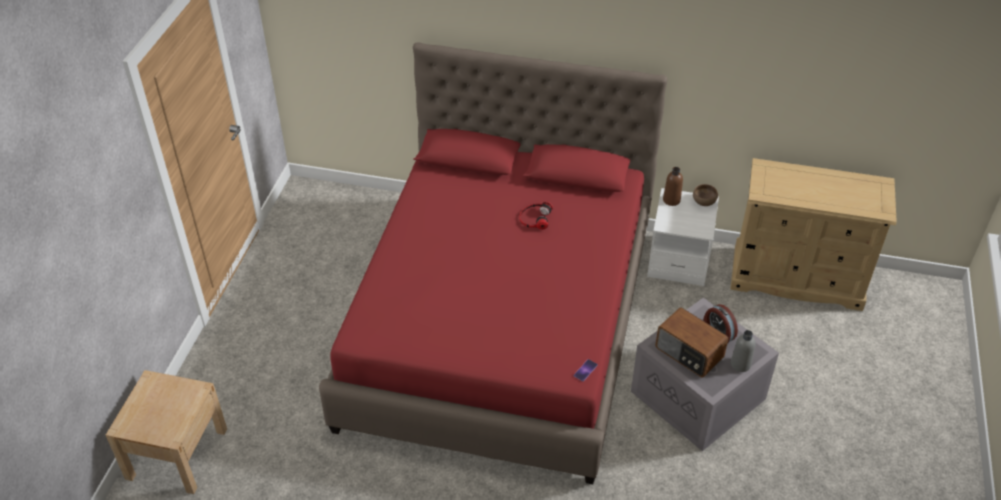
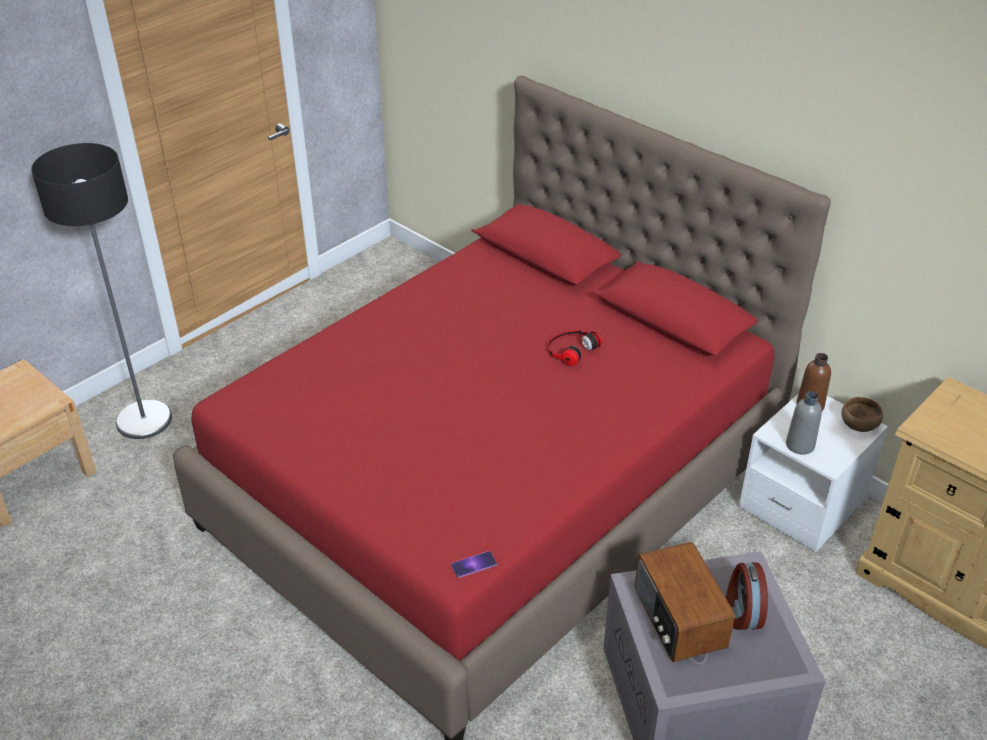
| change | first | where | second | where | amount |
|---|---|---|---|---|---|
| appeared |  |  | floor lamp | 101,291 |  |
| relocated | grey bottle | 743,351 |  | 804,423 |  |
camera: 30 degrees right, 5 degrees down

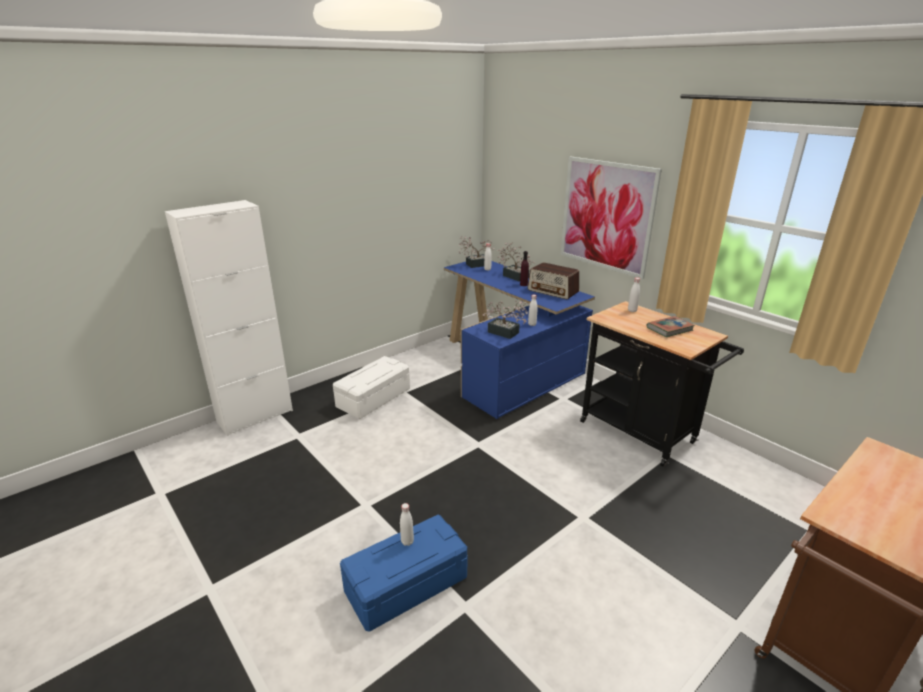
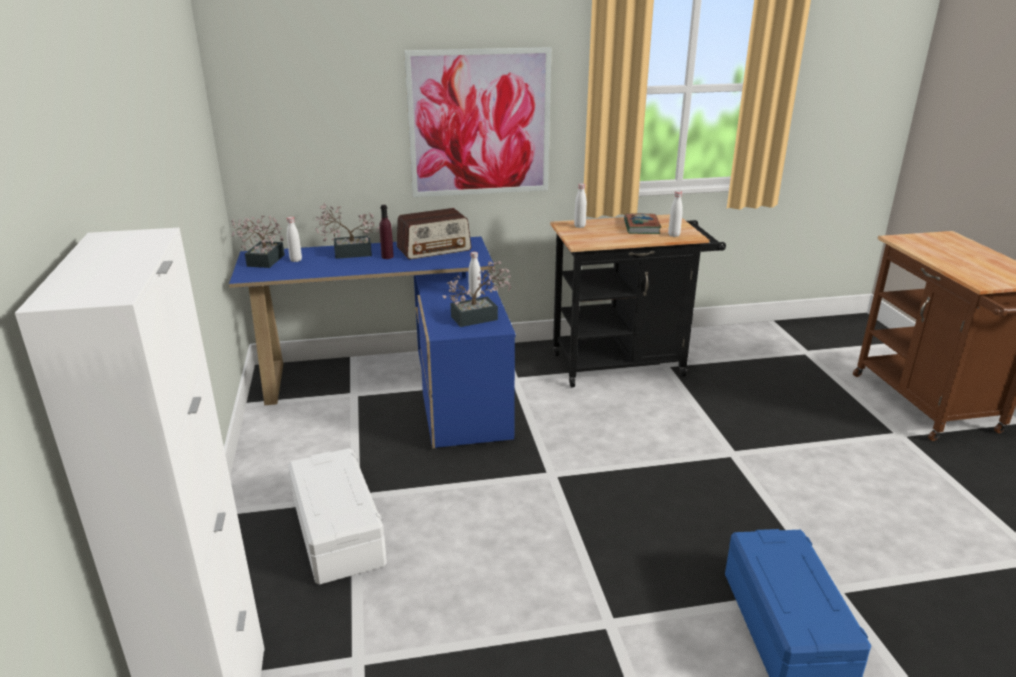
| change | first | where | second | where | amount |
|---|---|---|---|---|---|
| relocated | white bottle | 407,524 |  | 675,214 |  |
camera: 60 degrees left, 0 degrees up

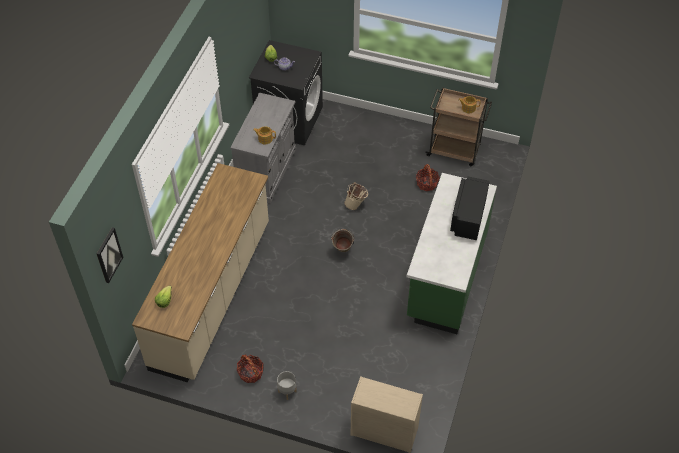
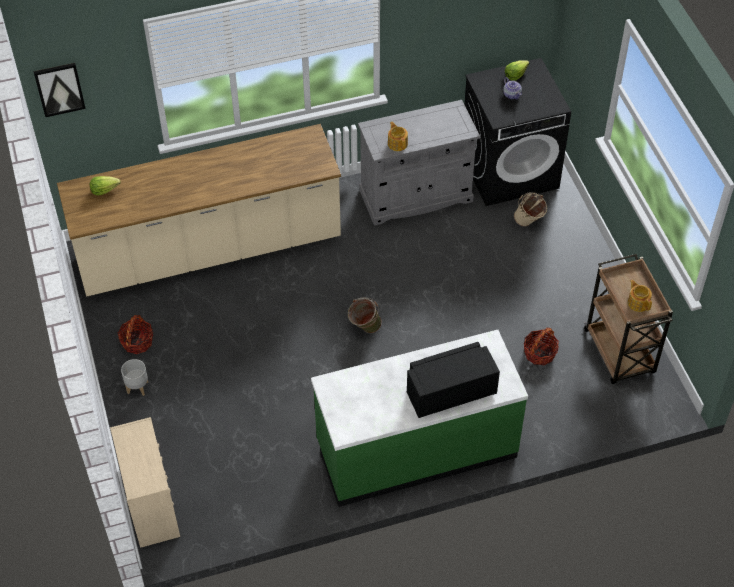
| change | first | where | second | where | amount |
|---|---|---|---|---|---|
| relocated | beige bucket | 356,196 |  | 530,209 |  |
camera: 55 degrees right, 0 degrees up

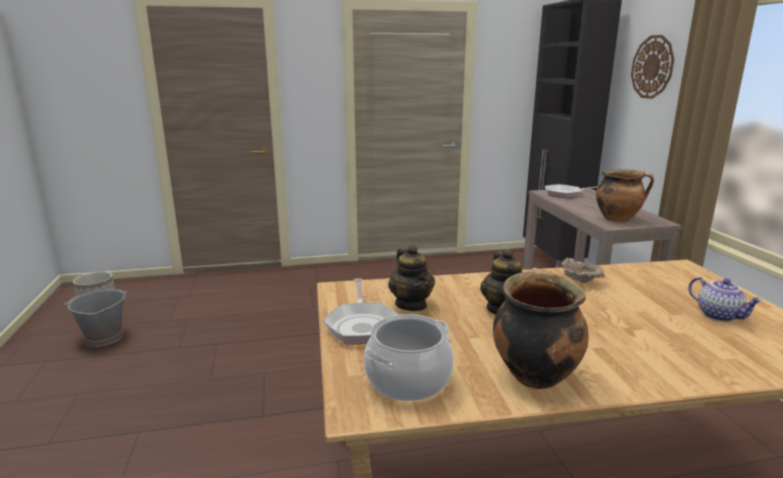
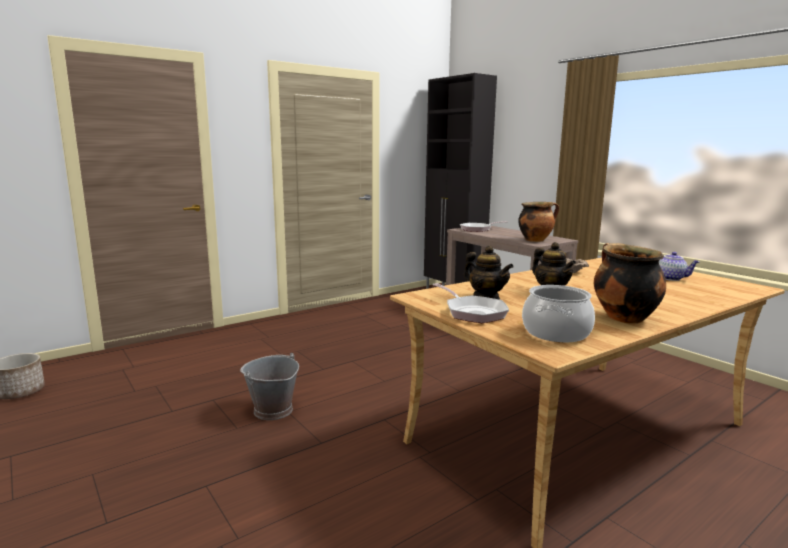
| change | first | where | second | where | amount |
|---|---|---|---|---|---|
| missing | wall clock | 652,67 |  |  |  |
| relocated | grey bucket | 95,318 |  | 269,386 |  |
camera: 25 degrees left, 5 degrees down

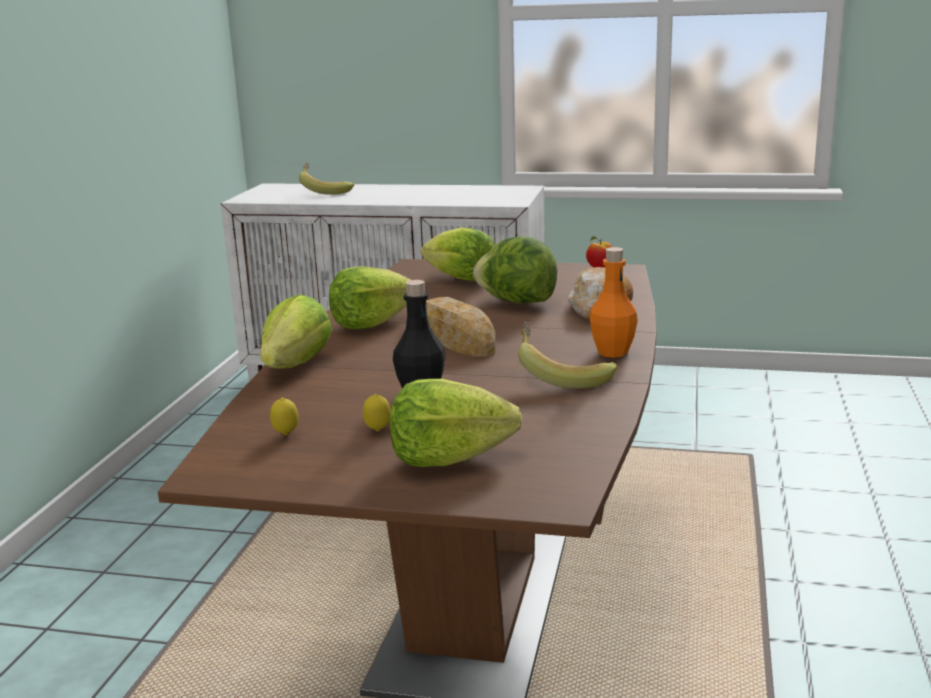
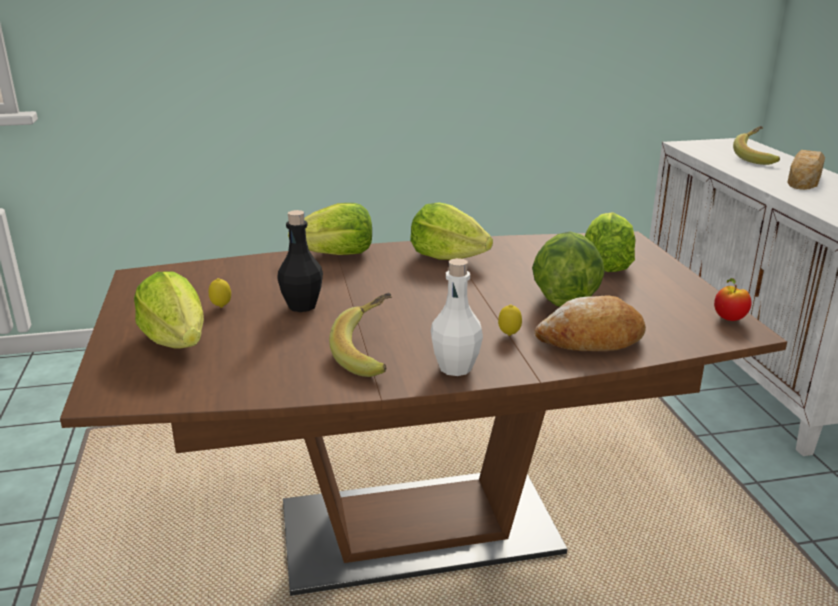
| change | first | where | second | where | amount |
|---|---|---|---|---|---|
| relocated | lemon | 284,416 |  | 510,320 |  |
| relocated | bread | 461,327 |  | 806,170 |  |
| colour | orange bottle | 613,302 | white bottle | 457,317 |  |
camera: 65 degrees right, 5 degrees up

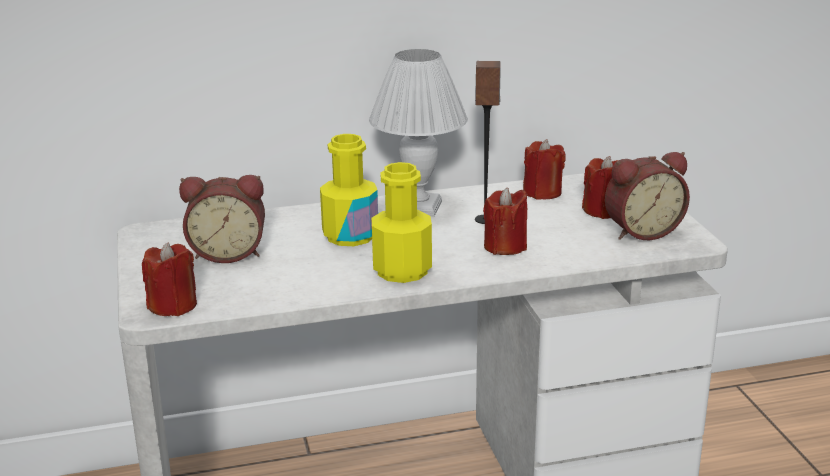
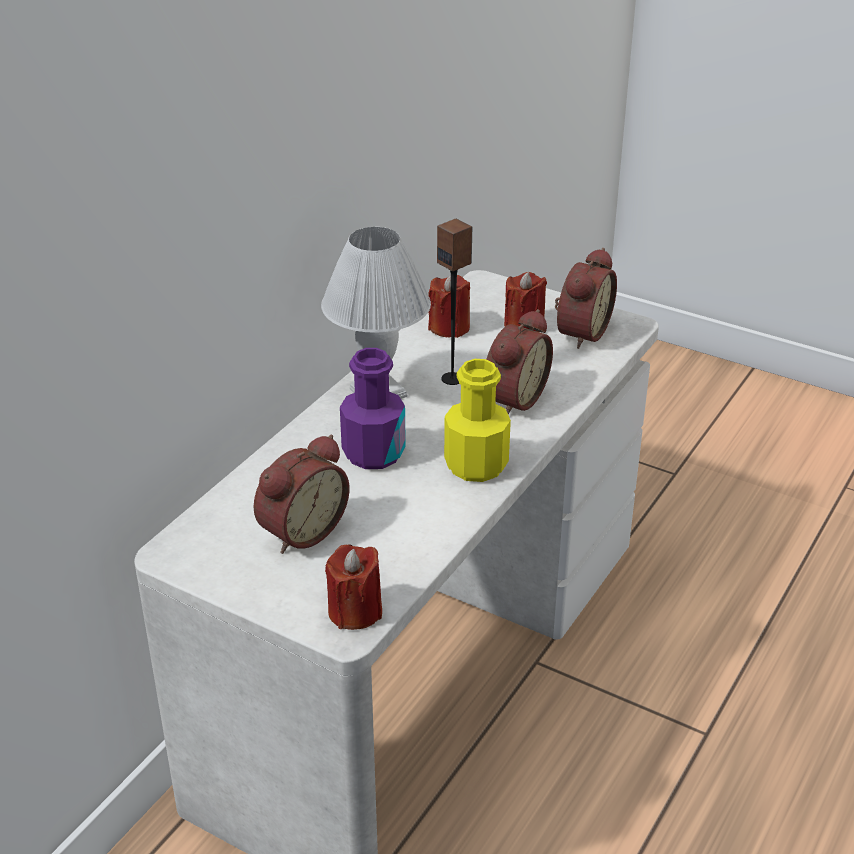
| change | first | where | second | where | amount |
|---|---|---|---|---|---|
| exchanged | red candle | 505,221 | alarm clock | 519,362 |  |
| colour | yellow bottle | 349,190 | purple bottle | 373,408 |  |
camera: 45 degrees left, 10 degrees up

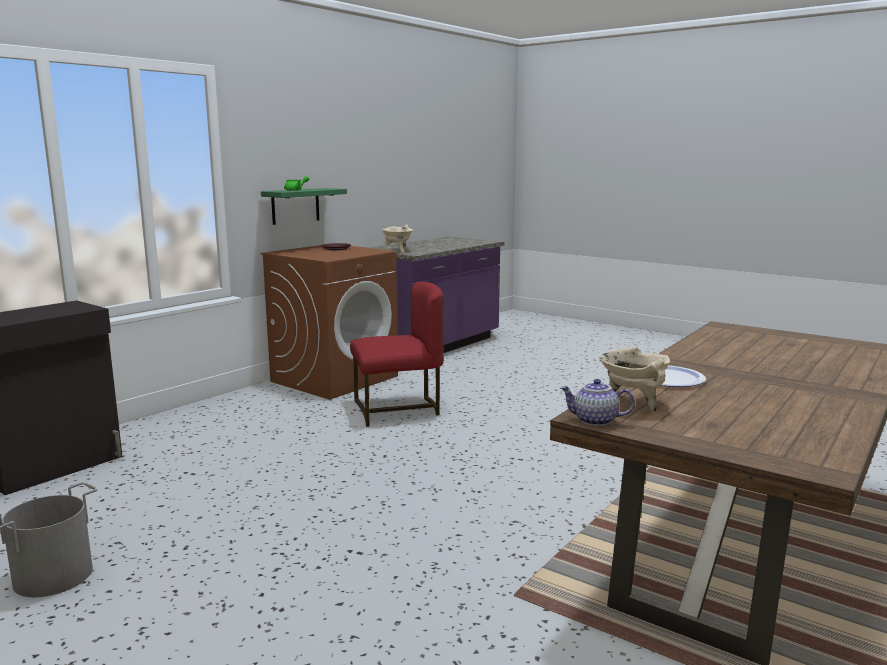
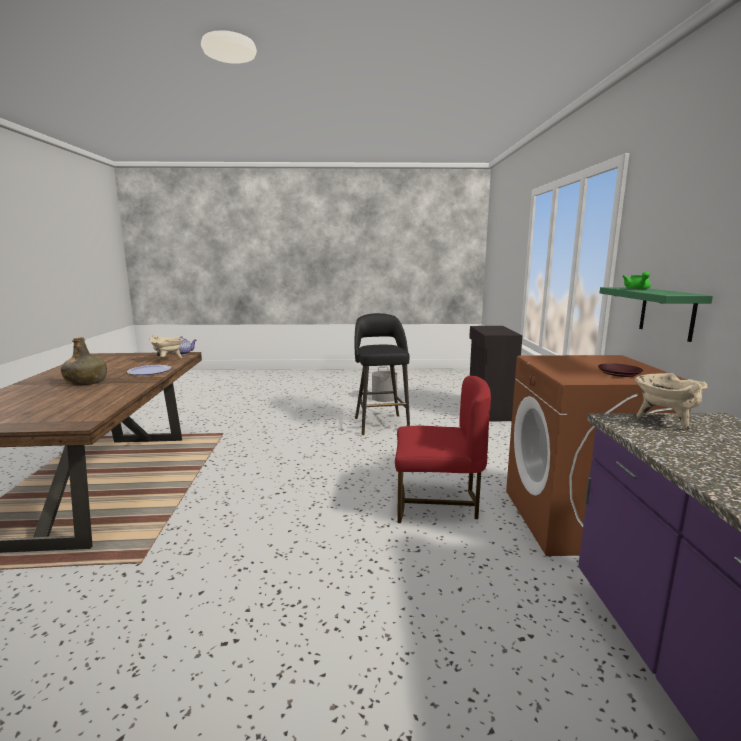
| change | first | where | second | where | amount |
|---|---|---|---|---|---|
| appeared |  |  | green bottle | 84,361 |  |
| appeared |  |  | black stool | 382,374 |  |
| spun | red chair | 397,354 |  | 443,449 | 120 degrees counterclockwise |
camera: 140 degrees right, 0 degrees up

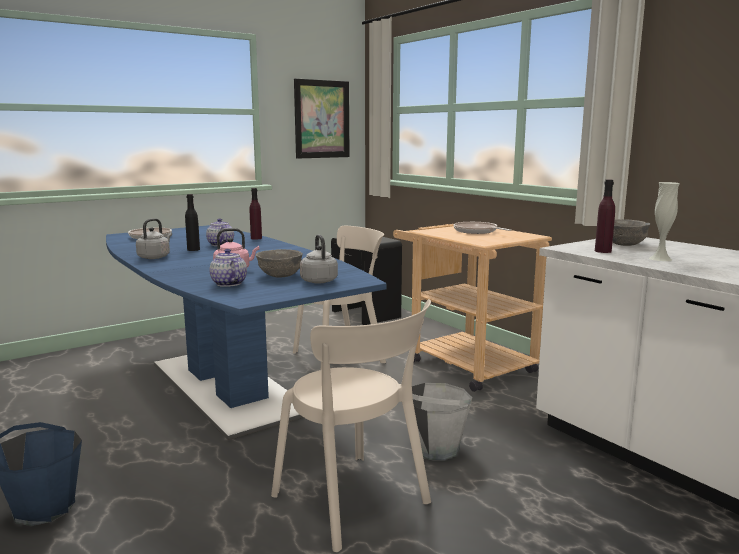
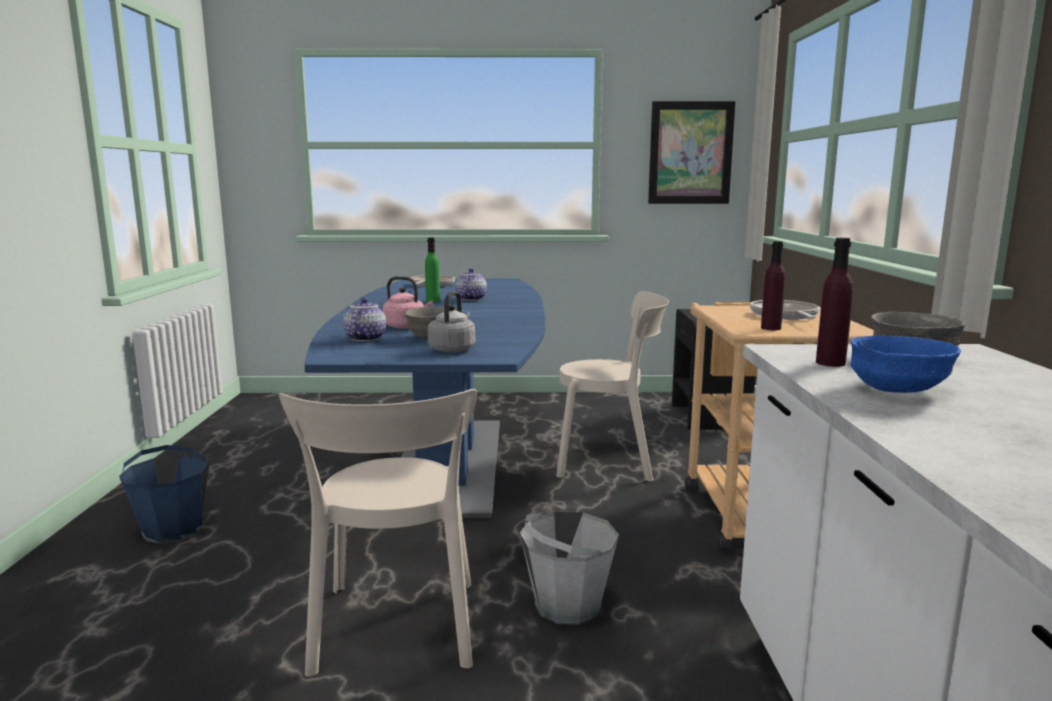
| change | first | where | second | where | amount |
|---|---|---|---|---|---|
| missing | grey kettle | 154,238 |  |  |  |
| relocated | purple bottle | 256,214 |  | 773,285 |  |
| exchanged | white vase | 664,221 | blue bowl | 905,364 |  |
| colour | black bottle | 192,222 | green bottle | 432,270 |  |
camera: 35 degrees right, 0 degrees up

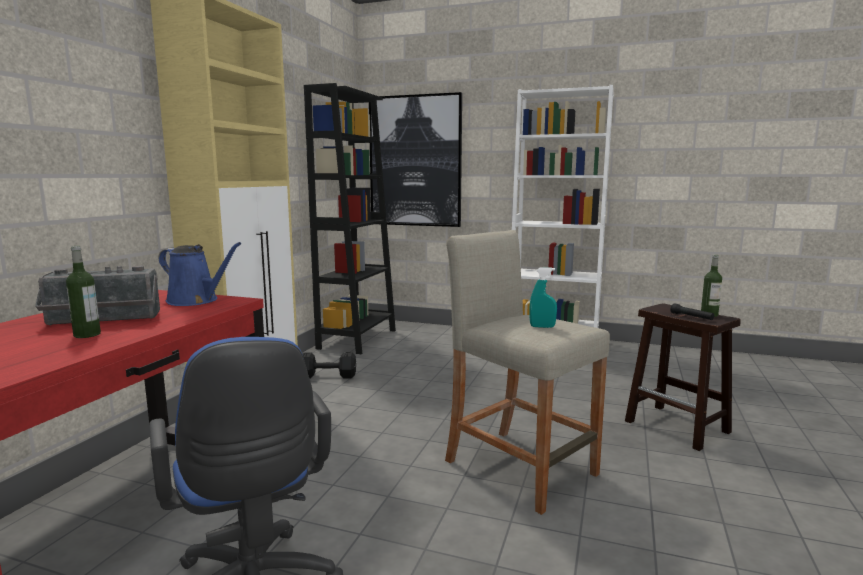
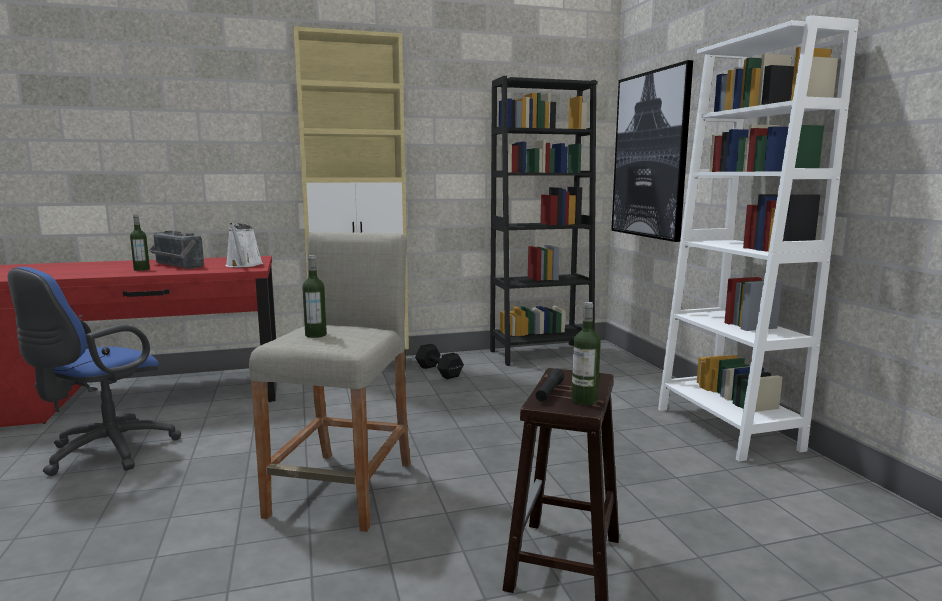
| change | first | where | second | where | amount |
|---|---|---|---|---|---|
| exchanged | turquoise spray bottle | 543,297 | bottle | 314,296 |  |
| colour | blue watering can | 200,274 | white watering can | 244,245 |  |
camera: 55 degrees right, 0 degrees up

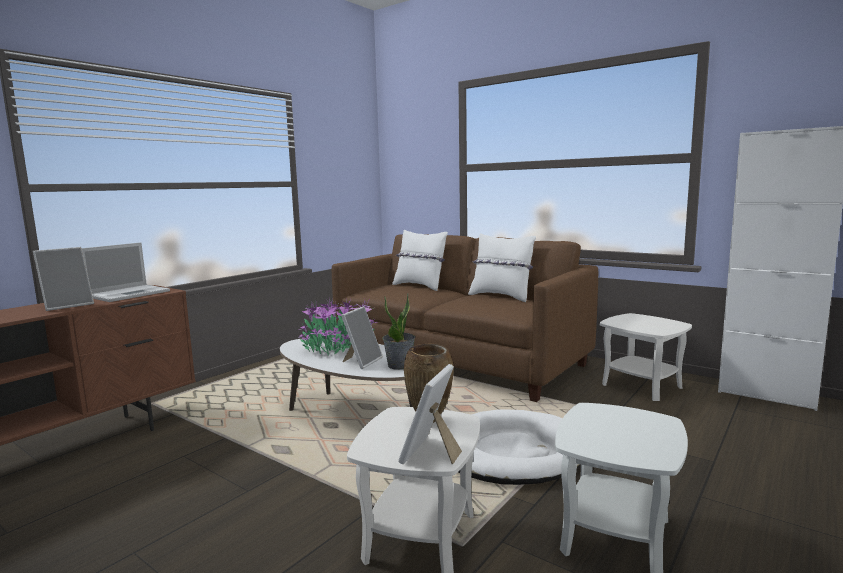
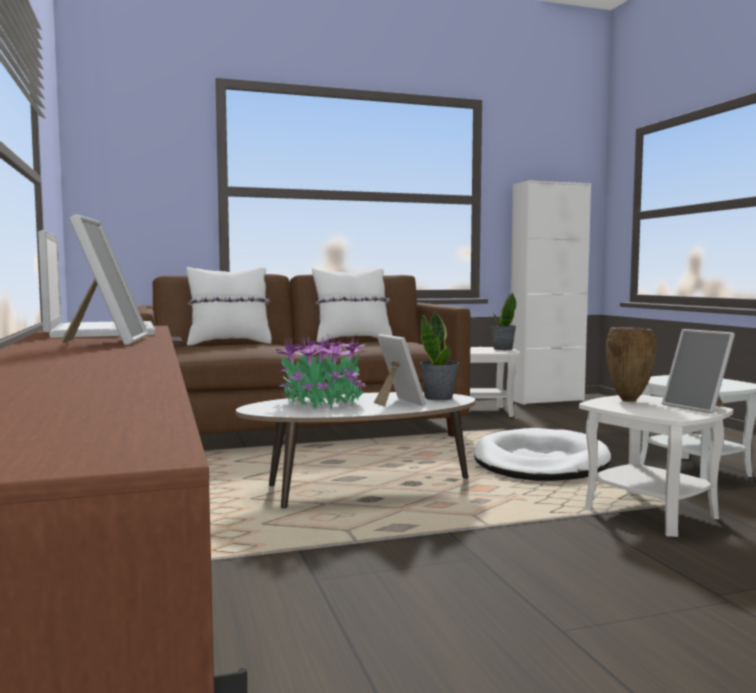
| change | first | where | second | where | amount |
|---|---|---|---|---|---|
| appeared |  |  | potted plant | 503,321 |  |
camera: 55 degrees left, 5 degrees down

